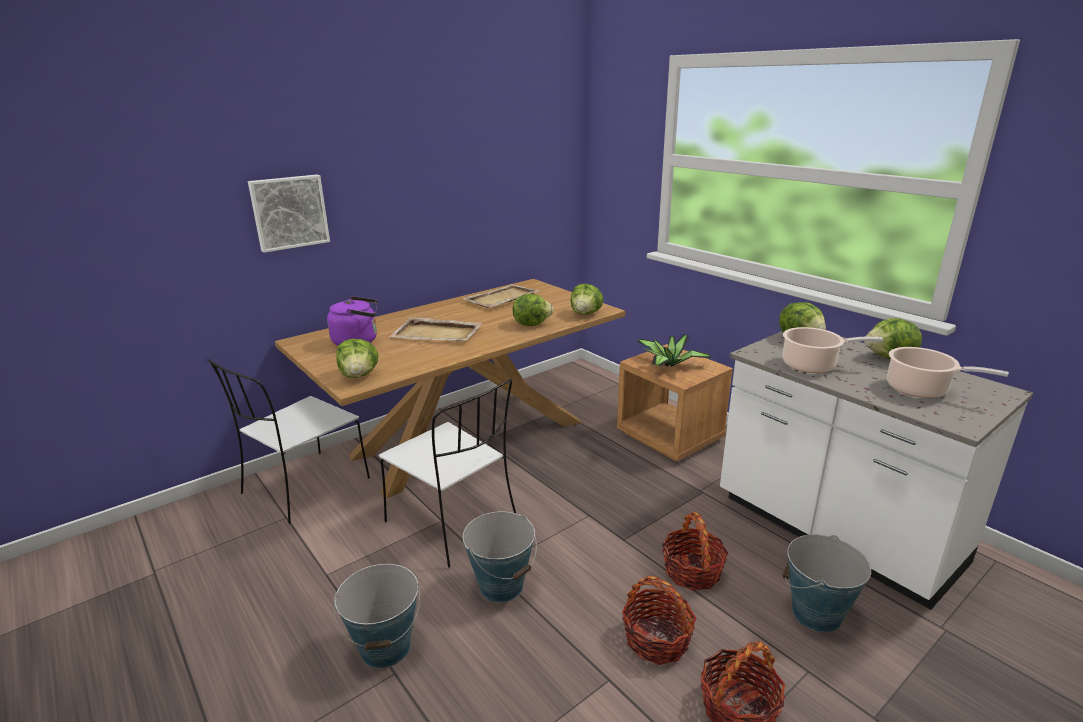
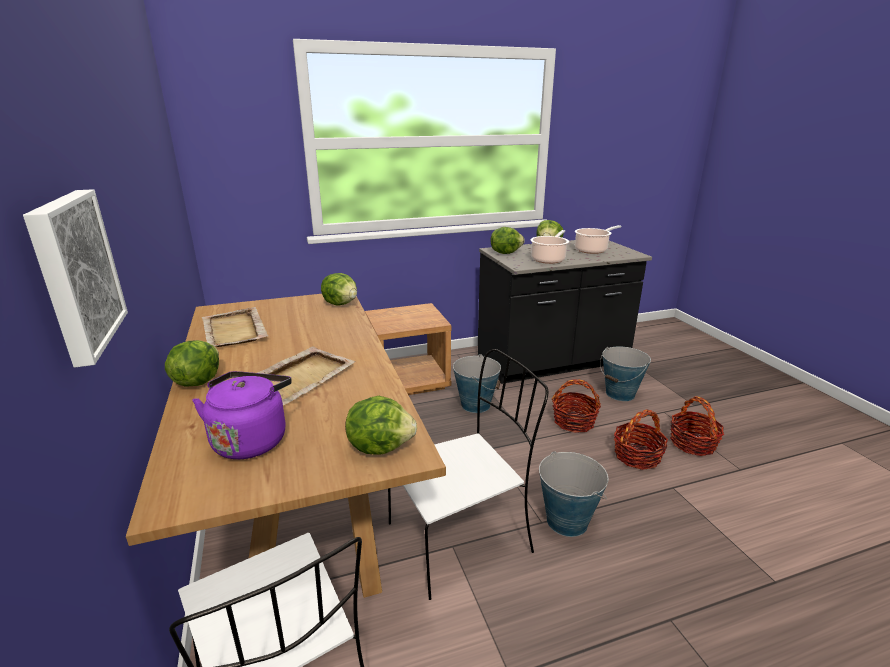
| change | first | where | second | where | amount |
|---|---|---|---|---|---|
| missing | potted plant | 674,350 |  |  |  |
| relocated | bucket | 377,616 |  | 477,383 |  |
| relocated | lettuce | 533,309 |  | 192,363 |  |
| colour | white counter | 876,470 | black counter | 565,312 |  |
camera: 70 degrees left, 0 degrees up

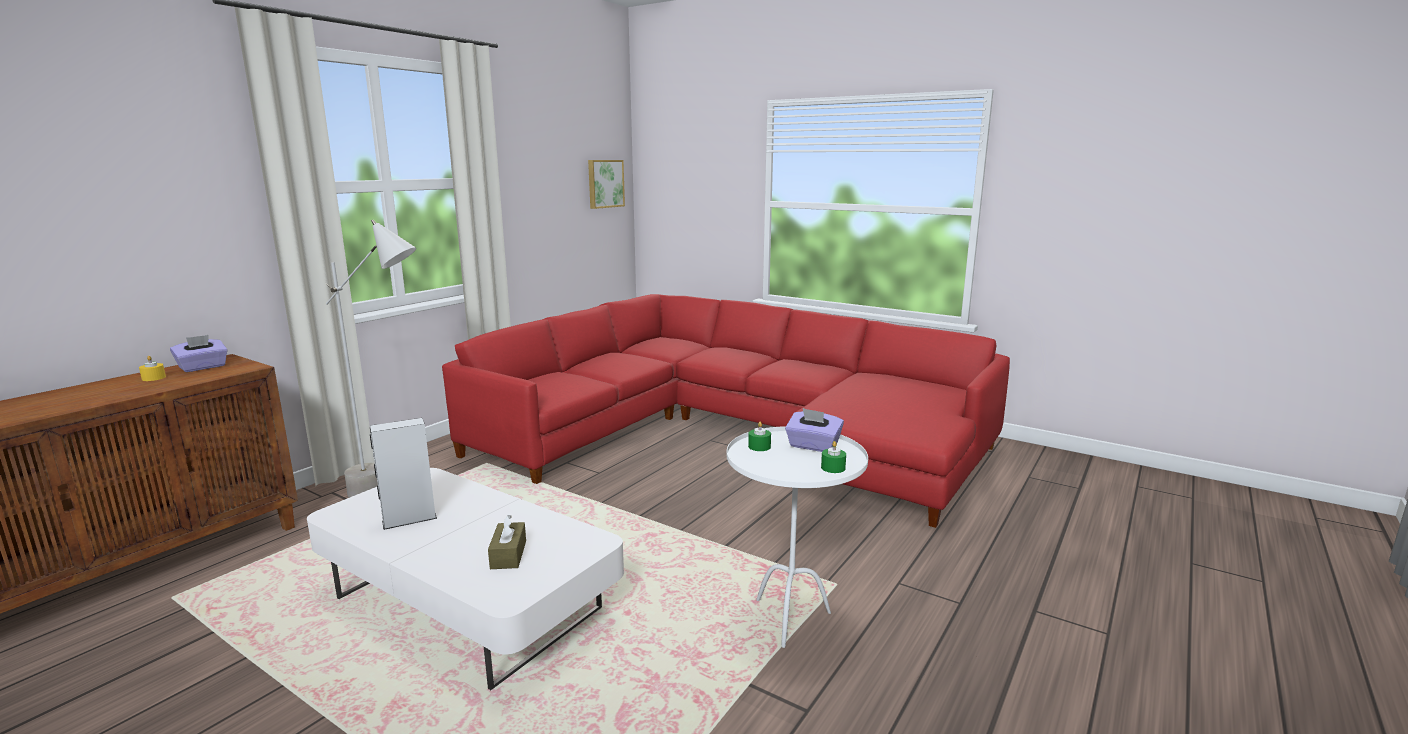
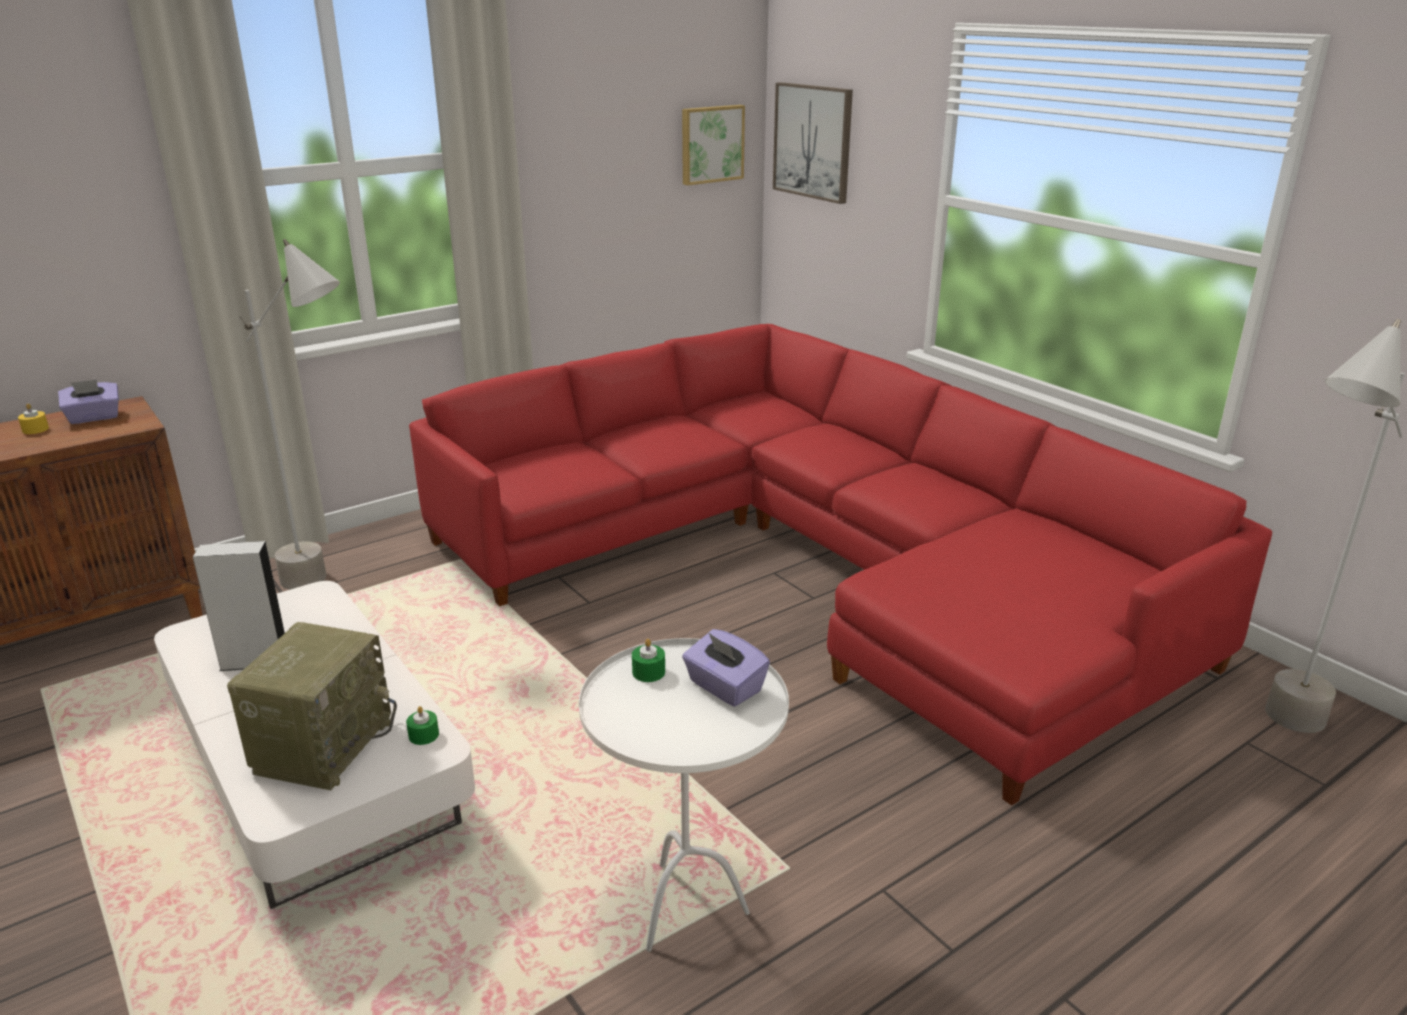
| change | first | where | second | where | amount |
|---|---|---|---|---|---|
| appeared |  |  | picture | 813,143 |  |
| appeared |  |  | grey floor lamp | 1335,526 |  |
| relocated | green candle | 833,457 |  | 422,725 |  |
| exchanged | brown tissue box | 507,541 | radio | 312,706 |  |
camera: 20 degrees right, 10 degrees up

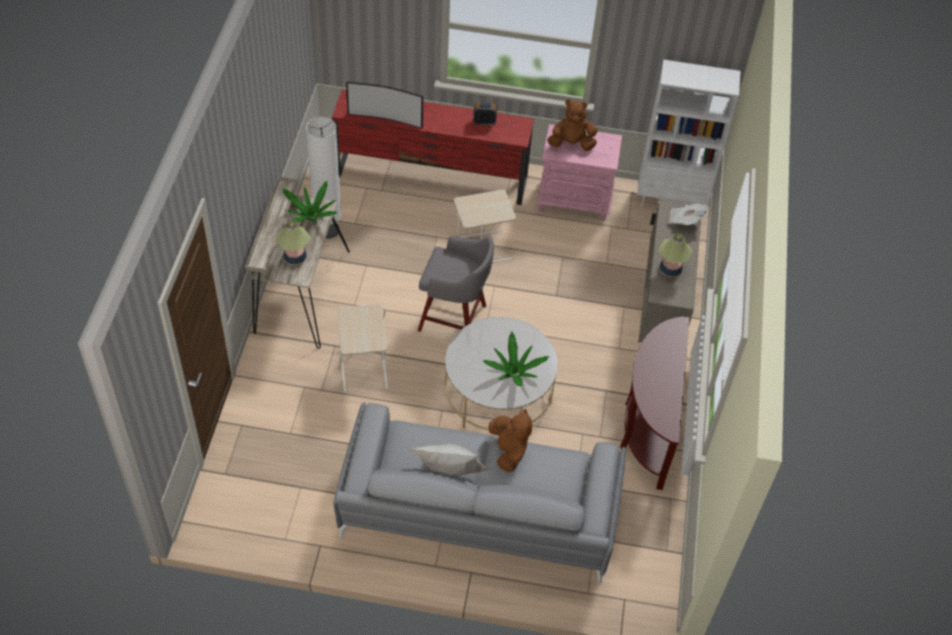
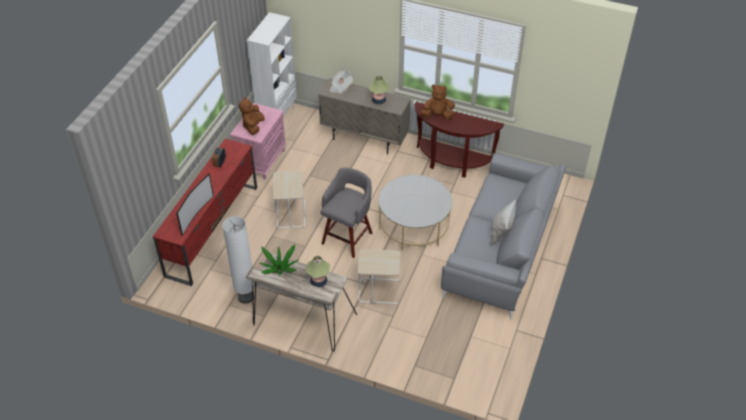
| change | first | where | second | where | amount |
|---|---|---|---|---|---|
| missing | potted plant | 516,358 |  |  |  |
| relocated | brown plush toy | 510,440 |  | 437,102 |  |
camera: 75 degrees left, 5 degrees down

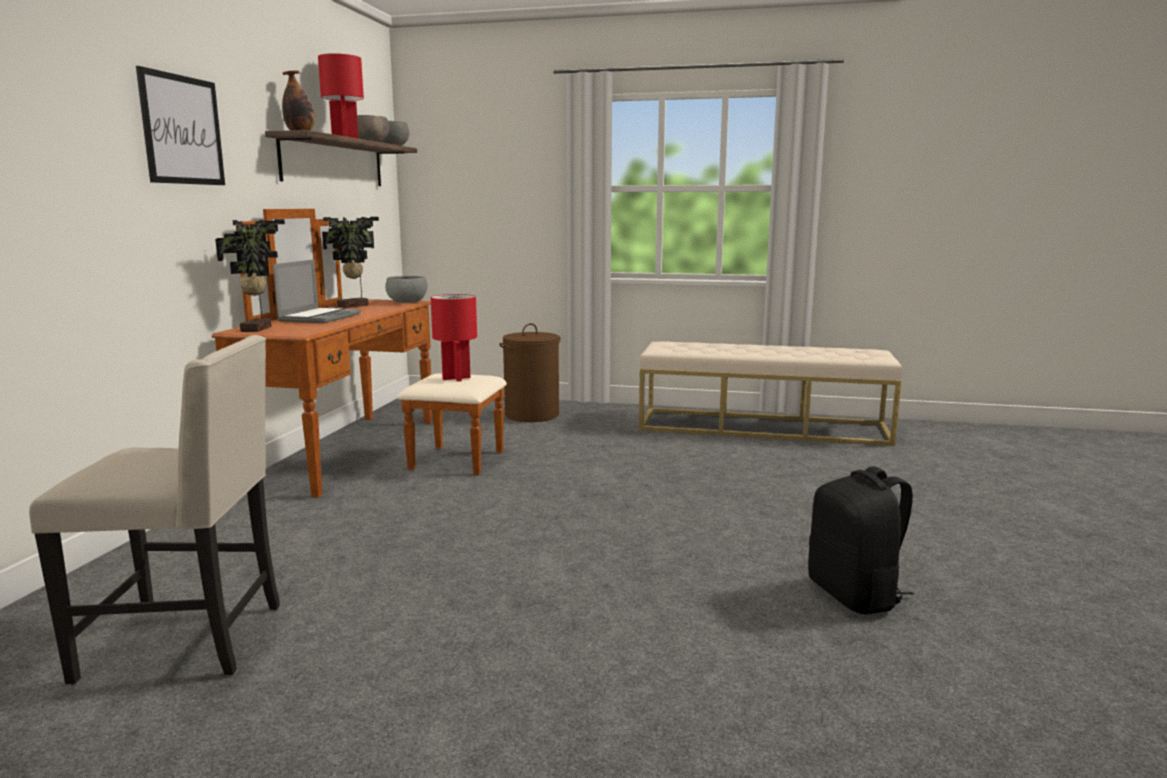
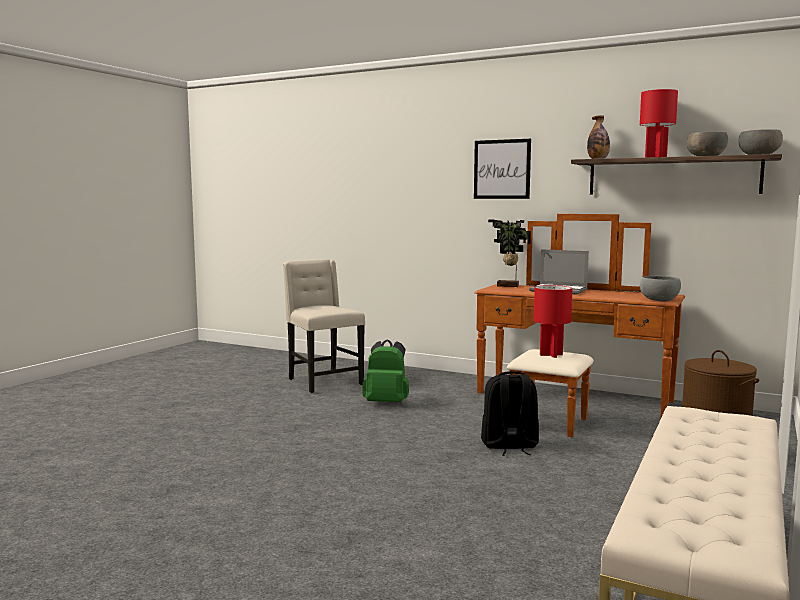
| change | first | where | second | where | amount |
|---|---|---|---|---|---|
| missing | potted plant | 350,262 |  |  |  |
| appeared |  |  | green backpack | 386,370 |  |
| relocated | black backpack | 861,540 |  | 510,413 |  |
| spun | beige chair | 154,509 |  | 324,326 | 135 degrees clockwise |
camera: 105 degrees right, 5 degrees down

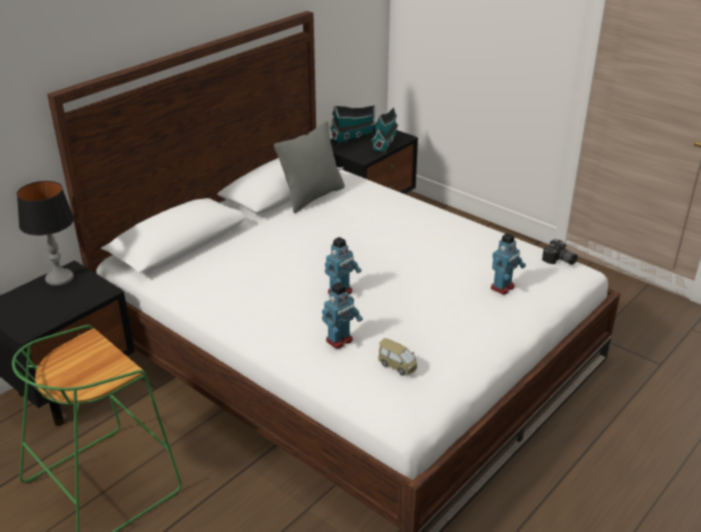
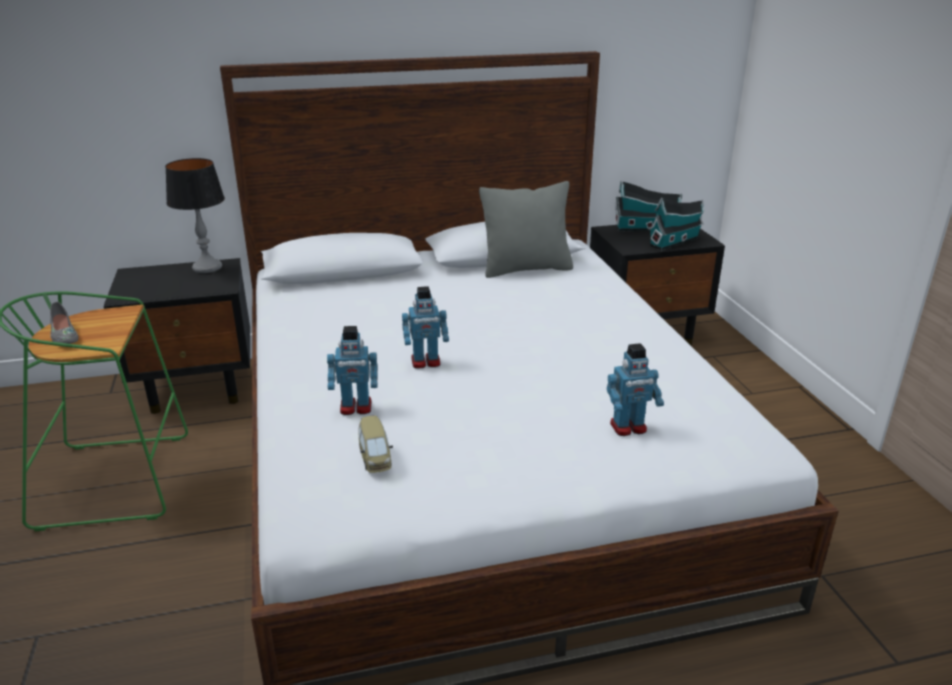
| change | first | where | second | where | amount |
|---|---|---|---|---|---|
| missing | photo camera | 560,252 |  |  |  |
| appeared |  |  | grey shoe | 64,323 |  |
camera: 35 degrees right, 5 degrees down

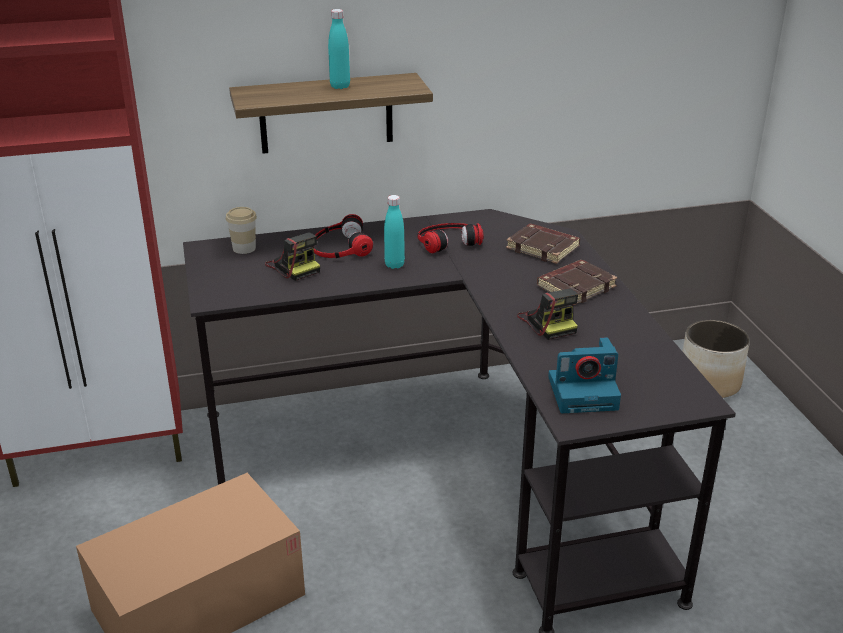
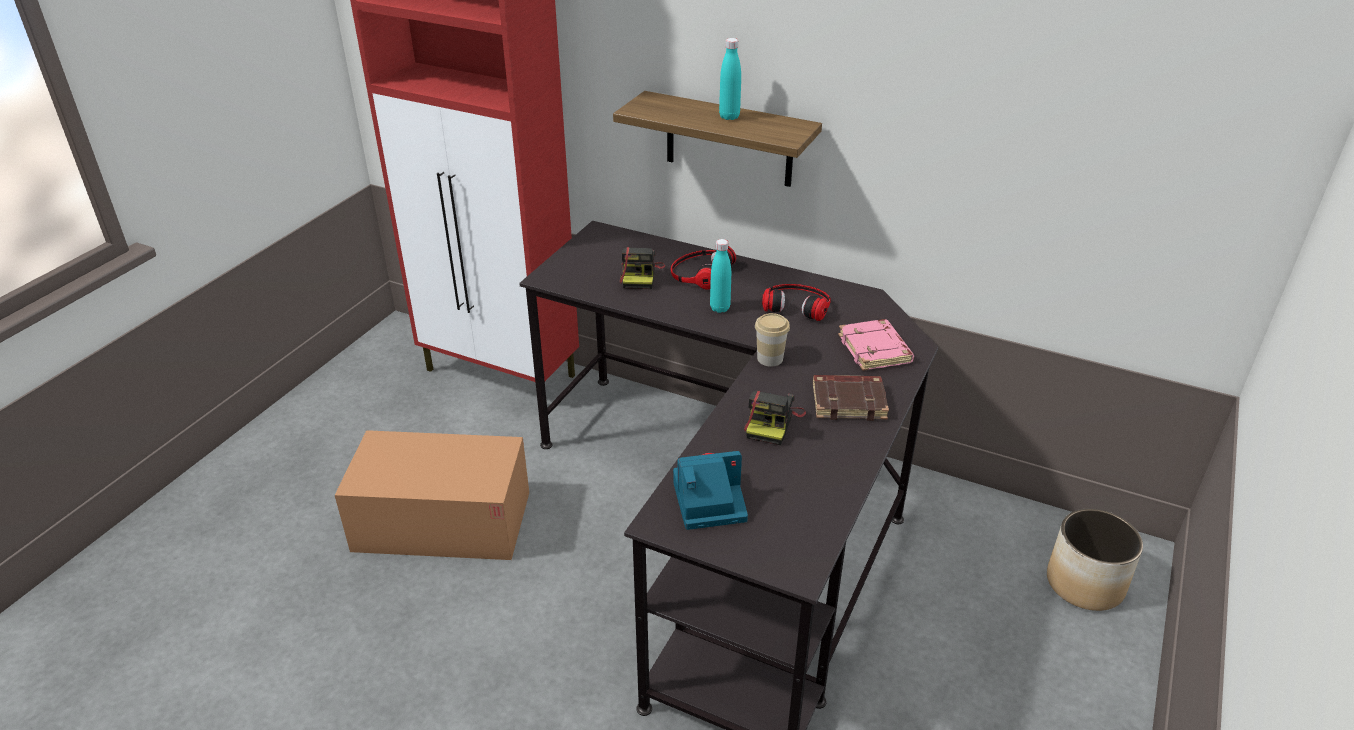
| change | first | where | second | where | amount |
|---|---|---|---|---|---|
| relocated | cup | 241,230 |  | 772,340 |  |
| colour | brown book | 543,243 | pink book | 876,345 |  |
| spun | photo camera | 584,375 |  | 710,490 | 135 degrees clockwise |
camera: 40 degrees right, 5 degrees up

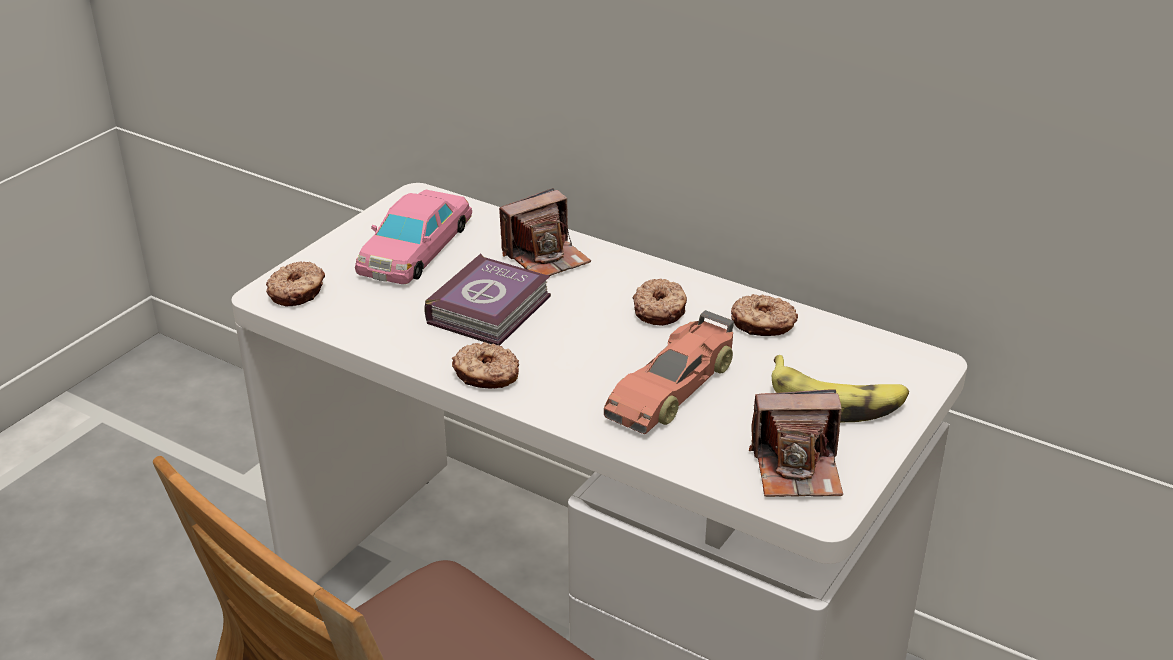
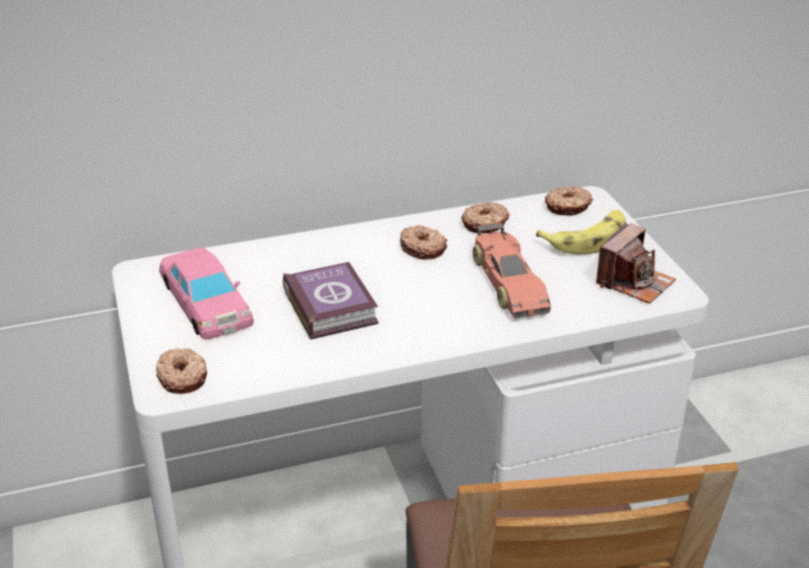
| change | first | where | second | where | amount |
|---|---|---|---|---|---|
| missing | photo camera | 545,232 |  |  |  |
| relocated | donut | 485,365 |  | 569,201 |  |
camera: 50 degrees left, 0 degrees up

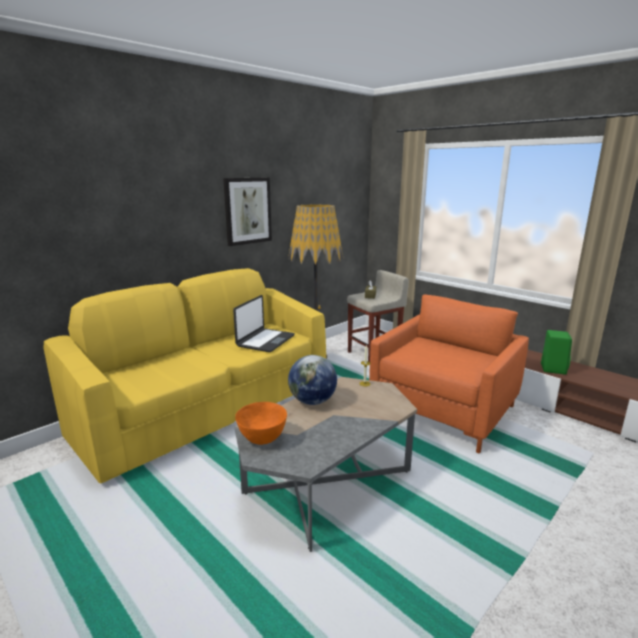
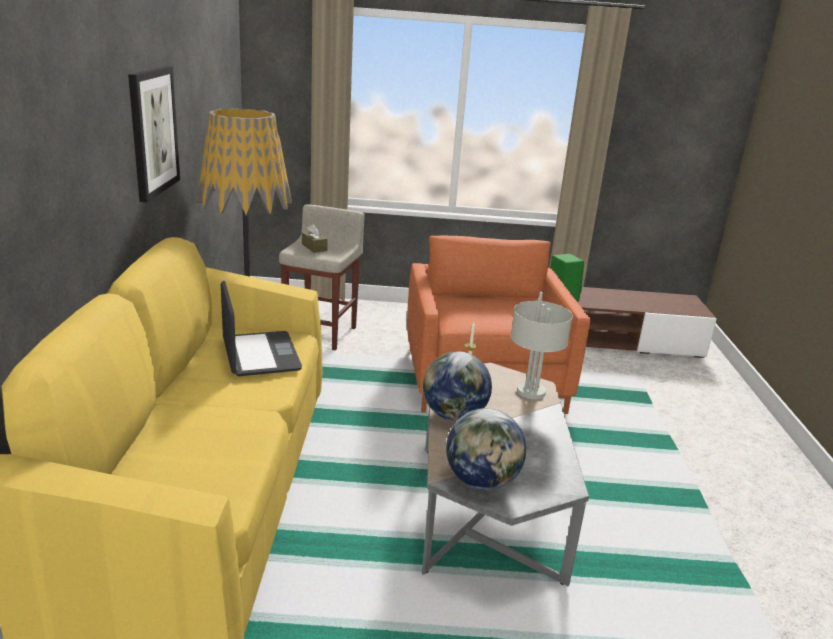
| change | first | where | second | where | amount |
|---|---|---|---|---|---|
| appeared |  |  | grey table lamp | 542,345 |  |
| exchanged | orange bowl | 261,423 | globe | 486,449 |  |
camera: 45 degrees left, 5 degrees up

